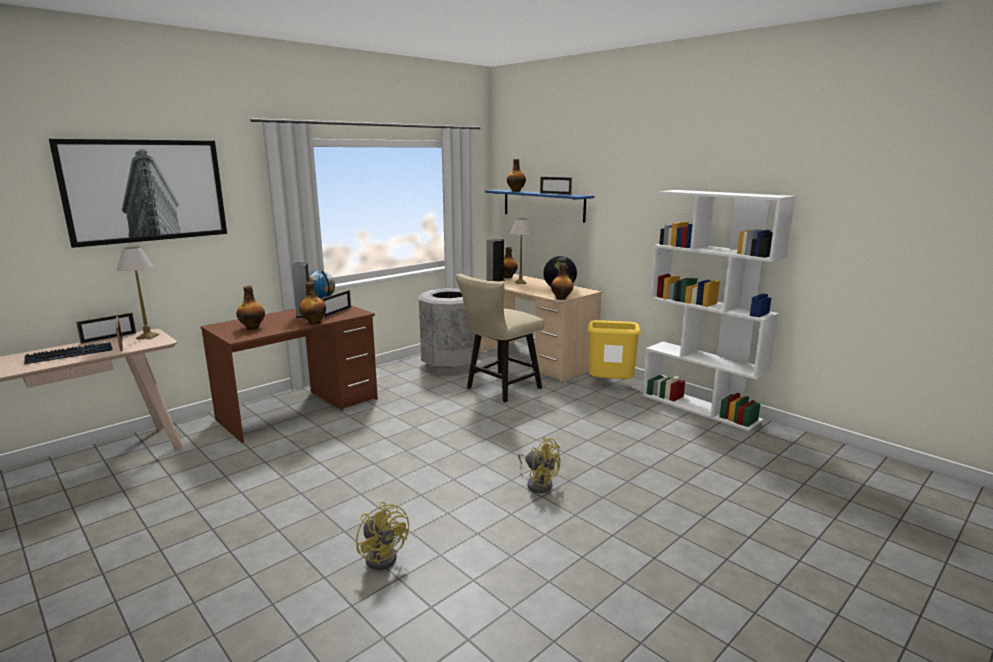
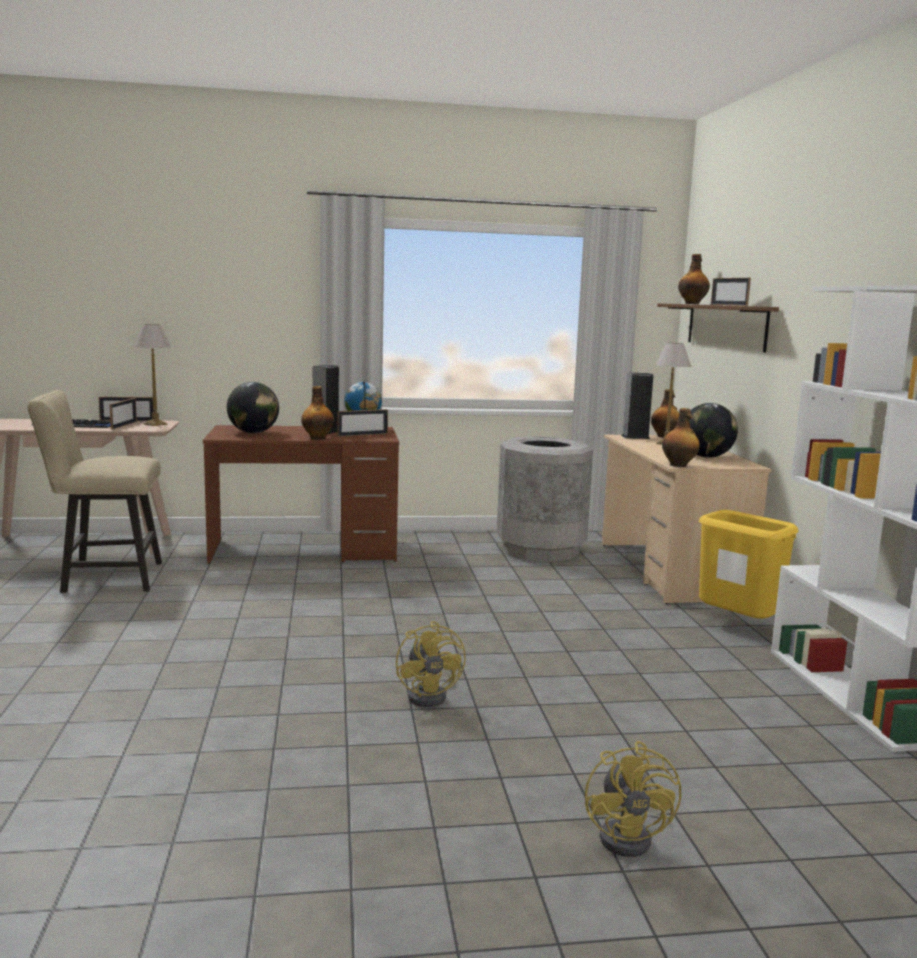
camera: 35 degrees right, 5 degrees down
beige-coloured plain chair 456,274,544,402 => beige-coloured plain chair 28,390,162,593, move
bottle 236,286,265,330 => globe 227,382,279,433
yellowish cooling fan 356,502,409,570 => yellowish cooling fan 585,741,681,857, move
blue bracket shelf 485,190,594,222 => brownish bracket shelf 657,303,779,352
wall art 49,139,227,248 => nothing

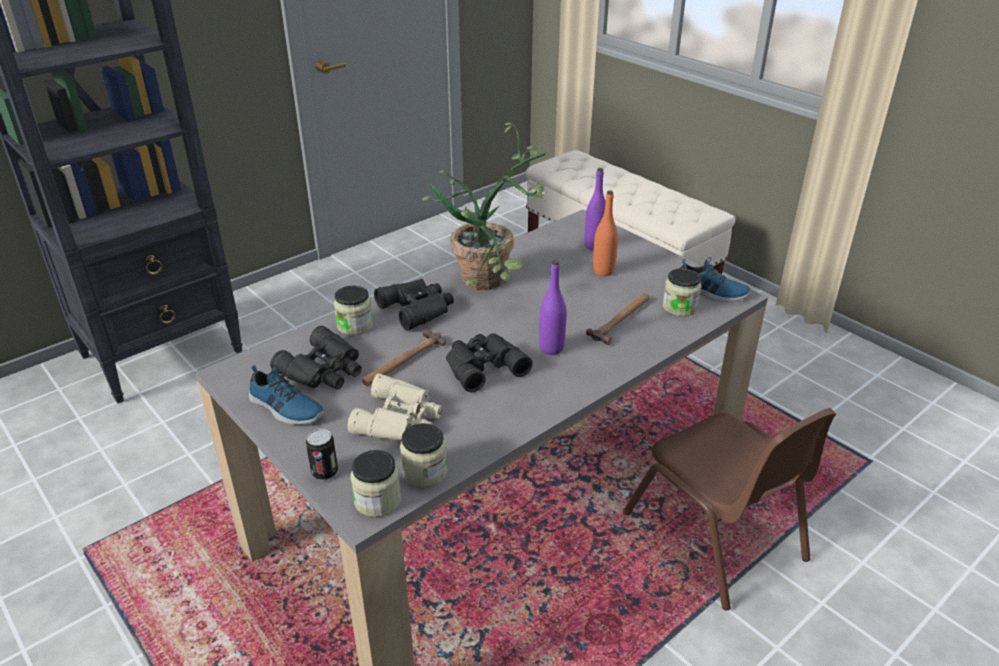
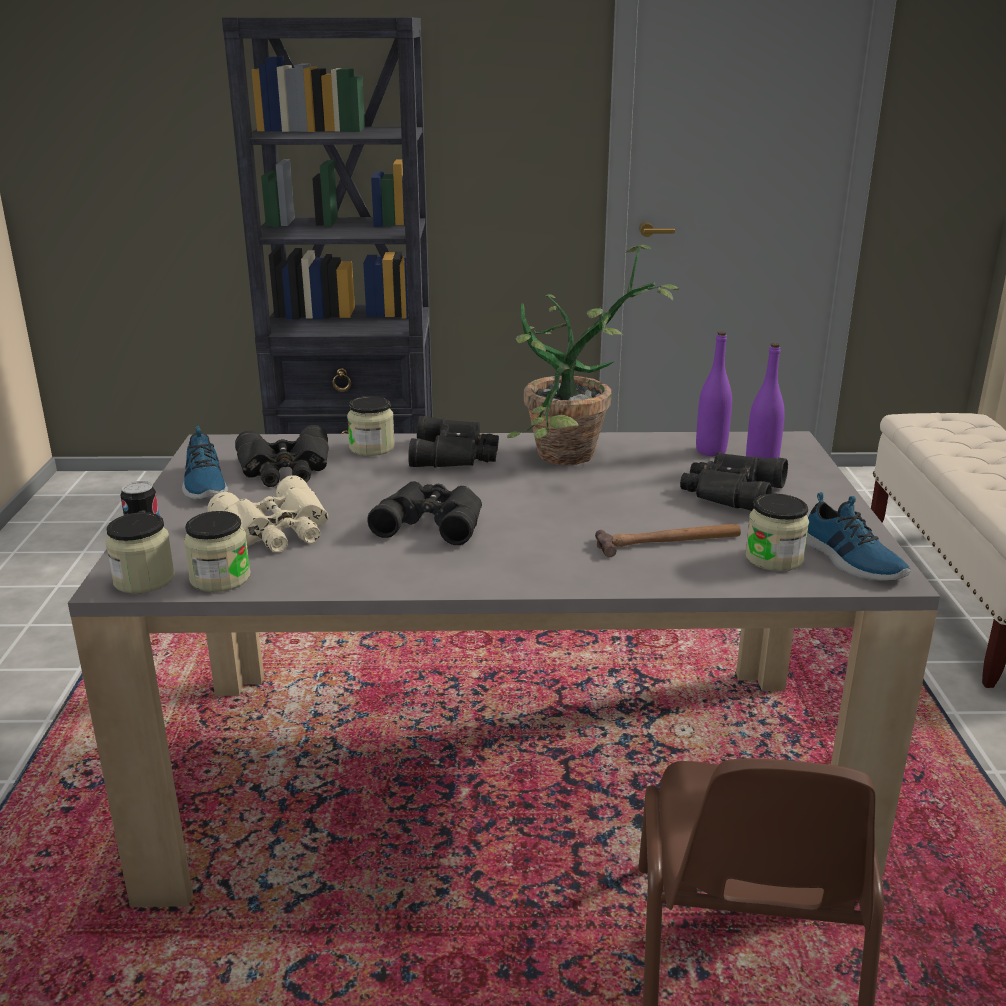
camera: 40 degrees right, 10 degrees down
orangey bottle 593,191,618,276 => blackish binoculars 680,452,788,511
purplish bottle 539,260,567,355 => purplish bottle 696,331,732,456, move
hand hammer 362,329,446,386 => nothing

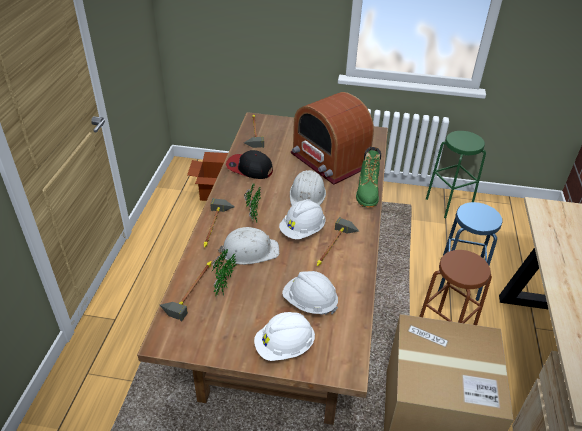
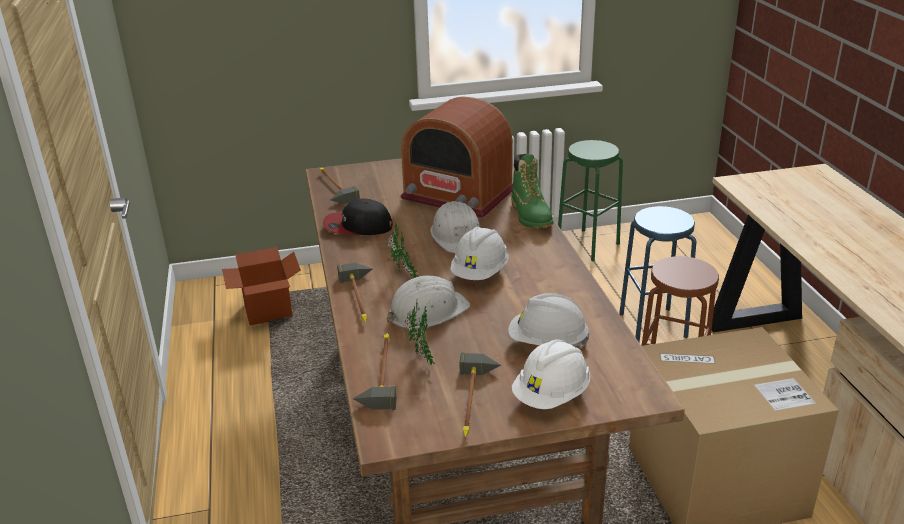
camera: 20 degrees left, 10 degrees down
hand hammer 317,217,359,266 => hand hammer 459,352,501,437, move

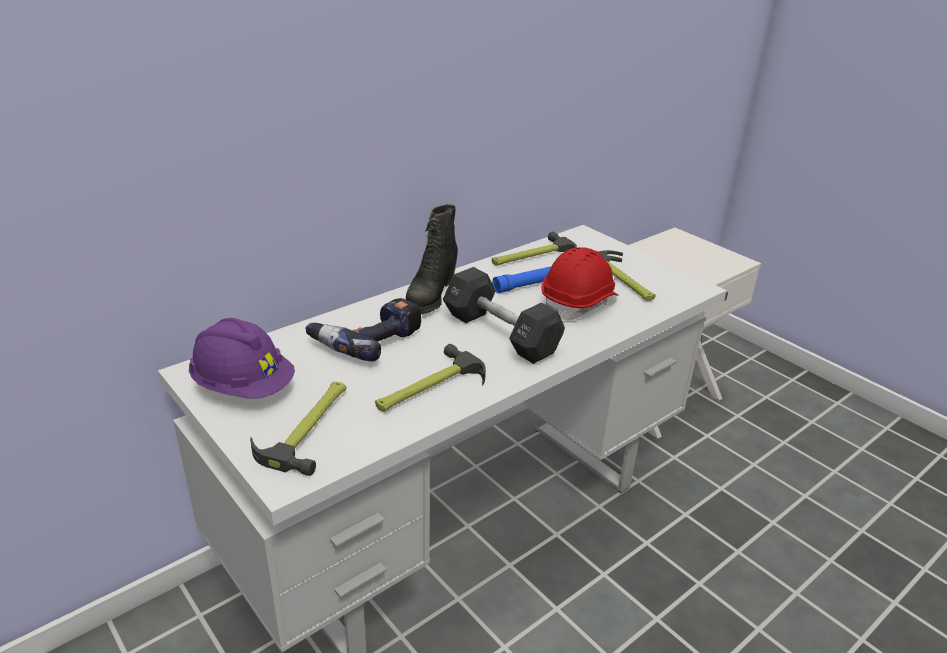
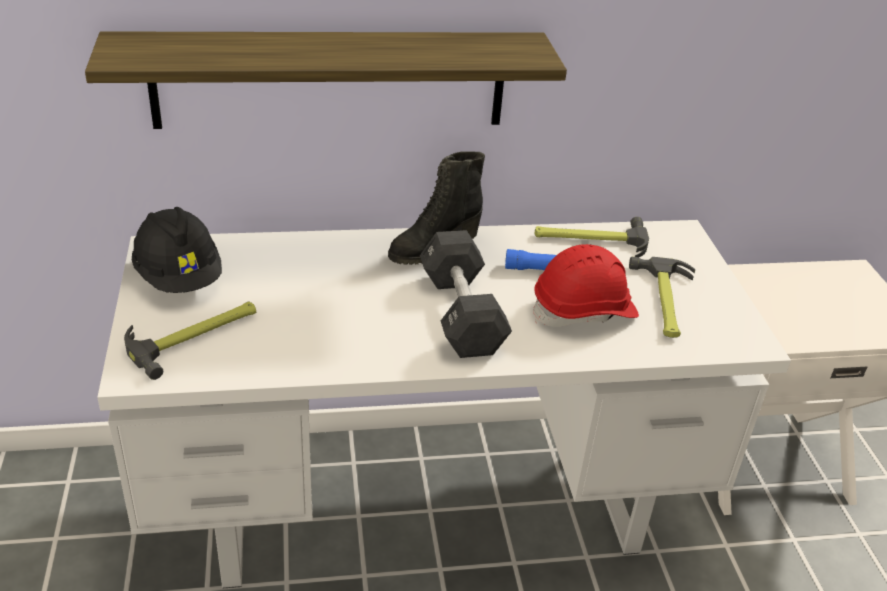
camera: 30 degrees right, 5 degrees up
nothing => bracket shelf 85,31,567,129
purplish work helmet 189,318,295,399 => blackish work helmet 132,207,222,293
power drill 305,298,421,362 => nothing
hand hammer 375,344,486,412 => nothing

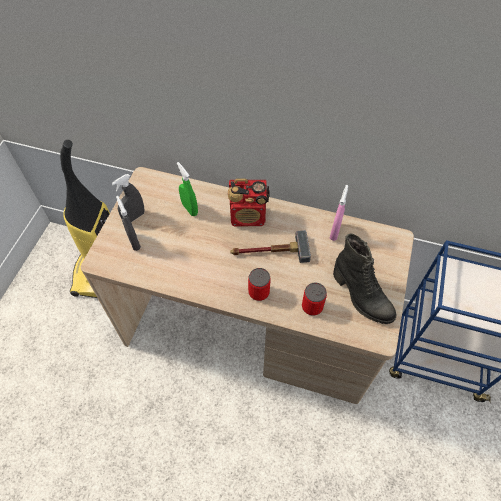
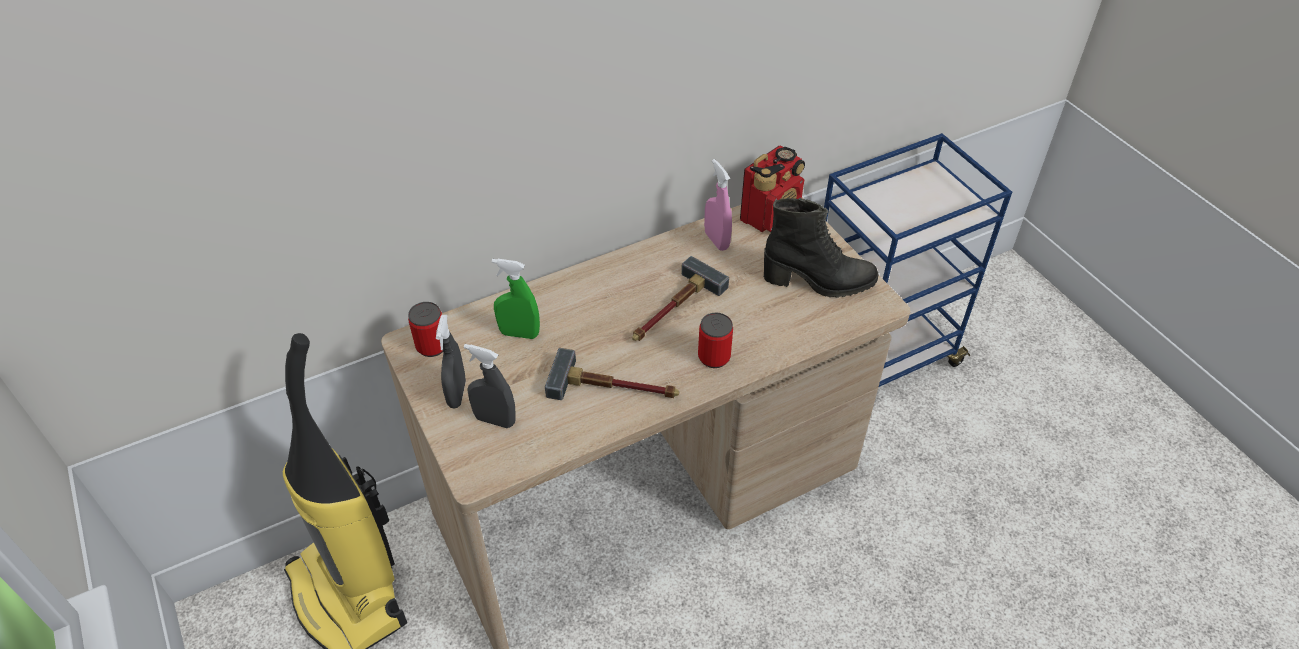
camera: 45 degrees left, 10 degrees down
sealed can 302,283,327,316 => sealed can 408,302,443,357, move
nothing => hand hammer 545,348,679,400
radio set 228,178,269,226 => radio set 740,145,805,232, move

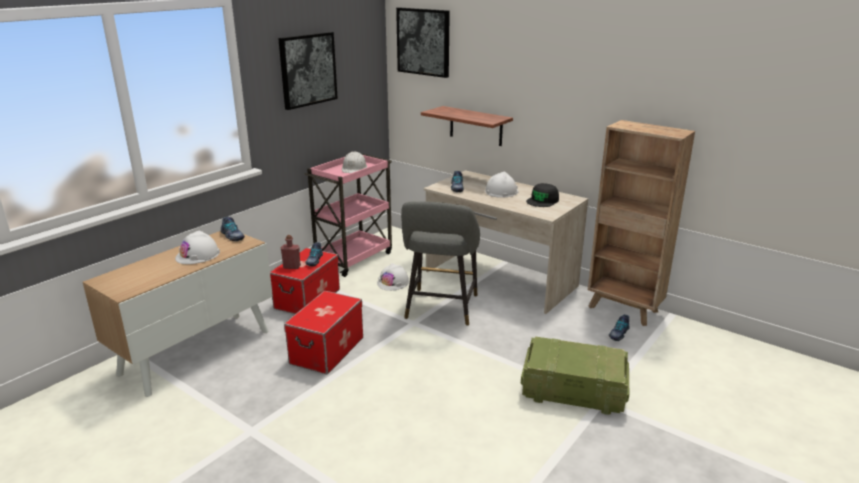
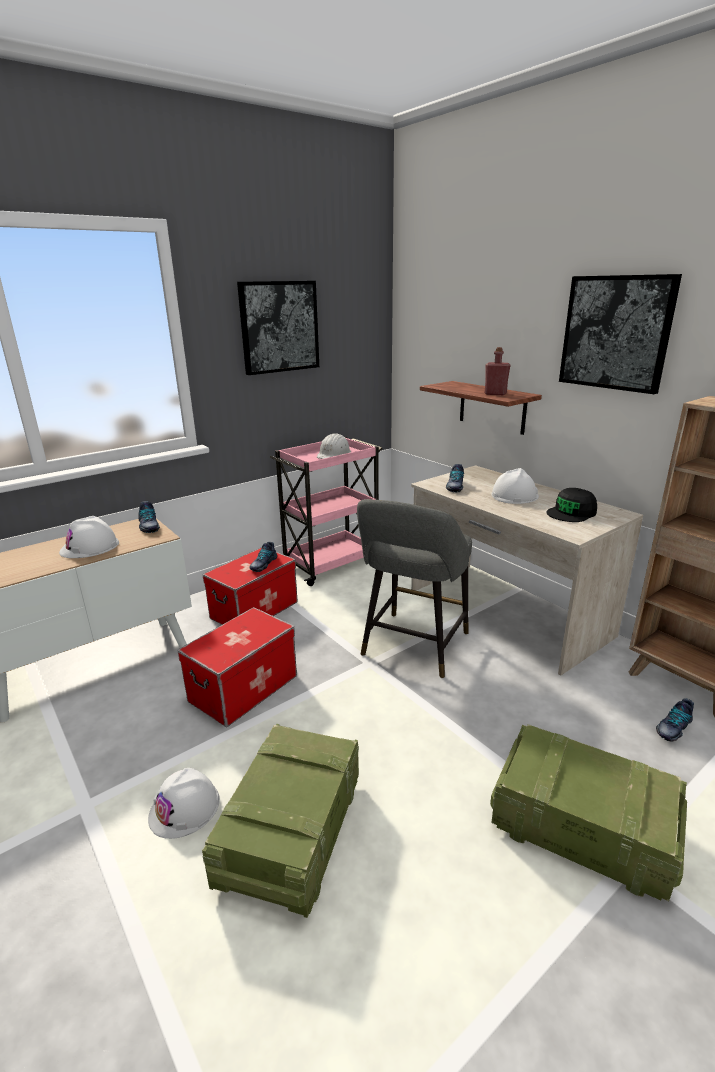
camera: 15 degrees right, 0 degrees up
white-coloured work helmet 377,263,409,291 => white-coloured work helmet 148,768,220,839, move
nothing => packing crate 202,724,359,918
red-coloured bottle 281,235,301,269 => red-coloured bottle 485,347,510,395, move
wall art 396,7,450,78 => wall art 559,274,682,394, move

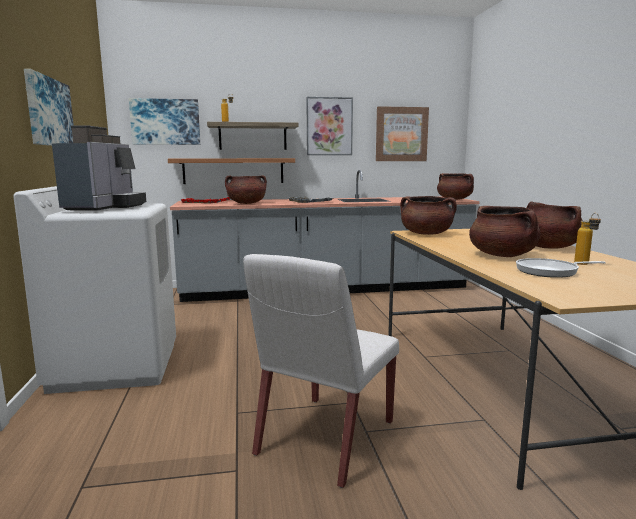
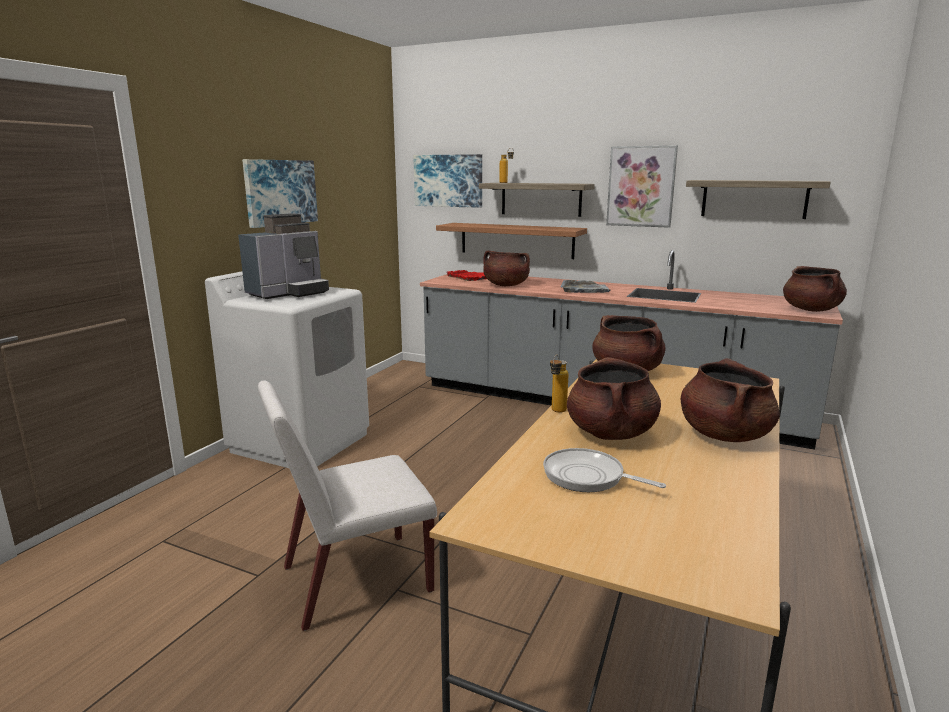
camera: 35 degrees right, 5 degrees up
bottle 574,213,601,265 => bottle 550,354,569,413, move
wall art 376,106,429,161 => bracket shelf 686,180,831,219

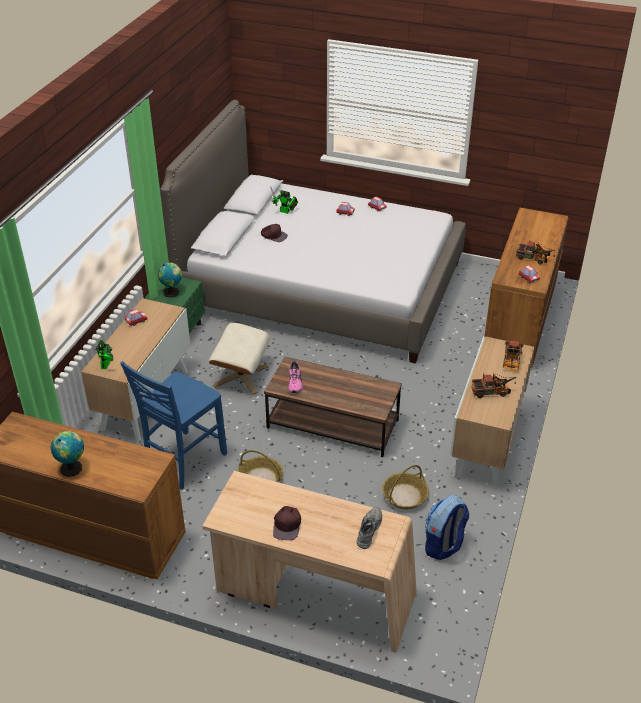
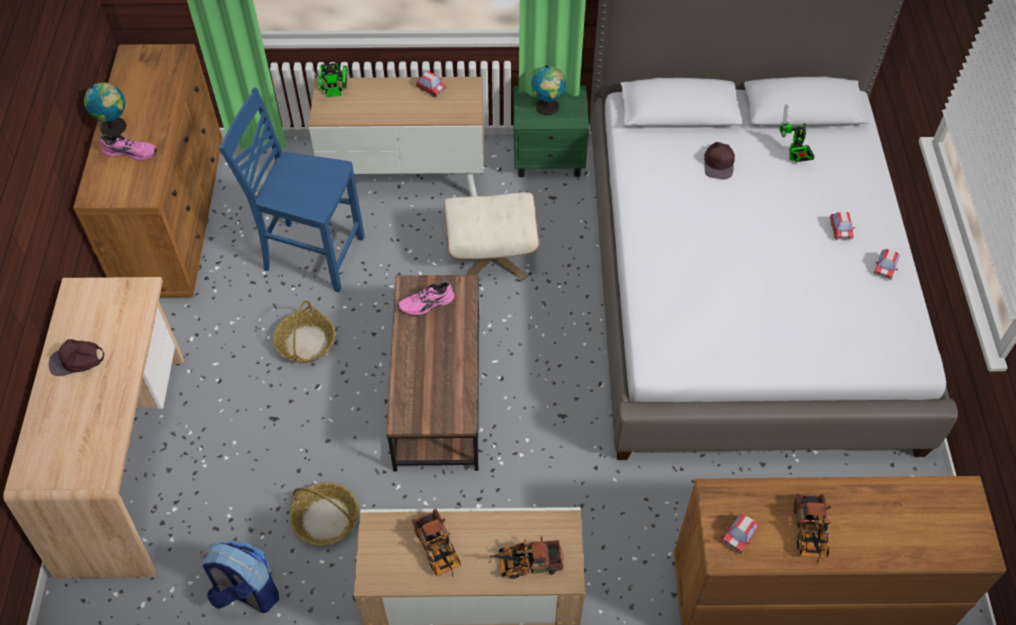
camera: 70 degrees right, 15 degrees up
nothing => pink-coloured item of footwear 100,134,157,161
greyish item of footwear 357,507,382,549 => nothing

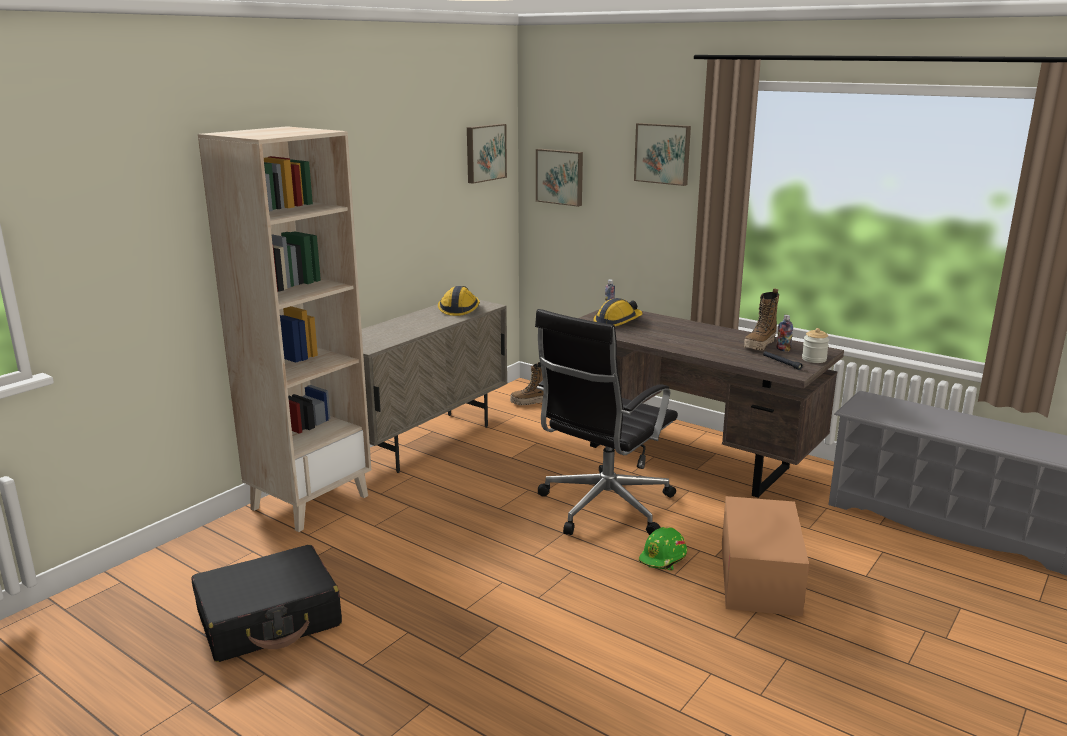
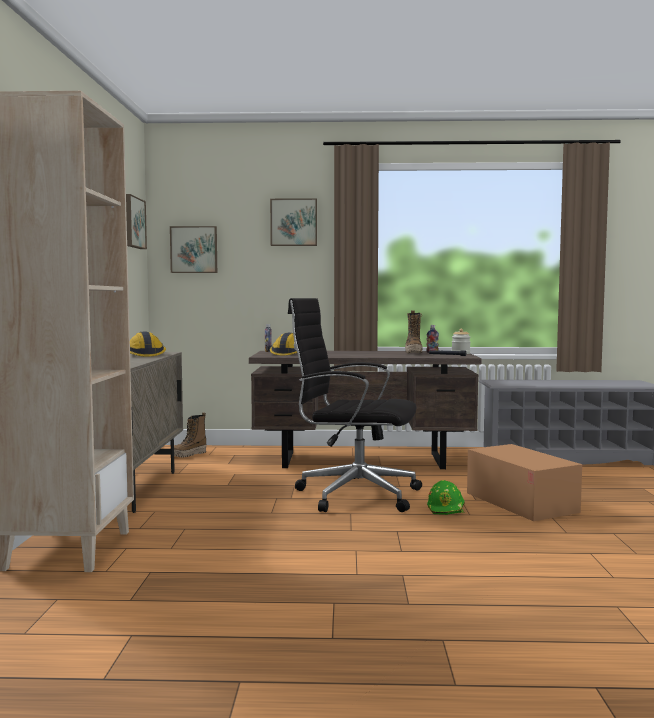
camera: 35 degrees left, 15 degrees down
blackish desk chair 535,309,678,535 => blackish desk chair 288,298,422,512, 105 degrees clockwise
blackish suitcase 191,545,342,662 => nothing

